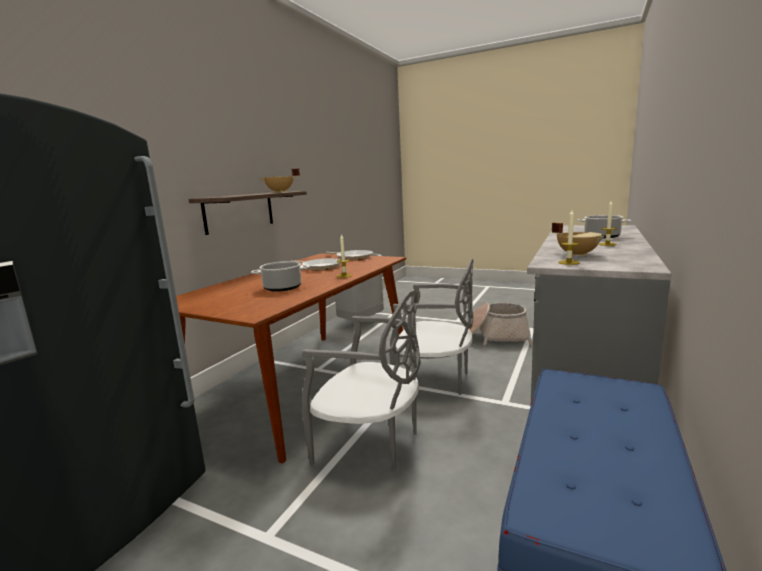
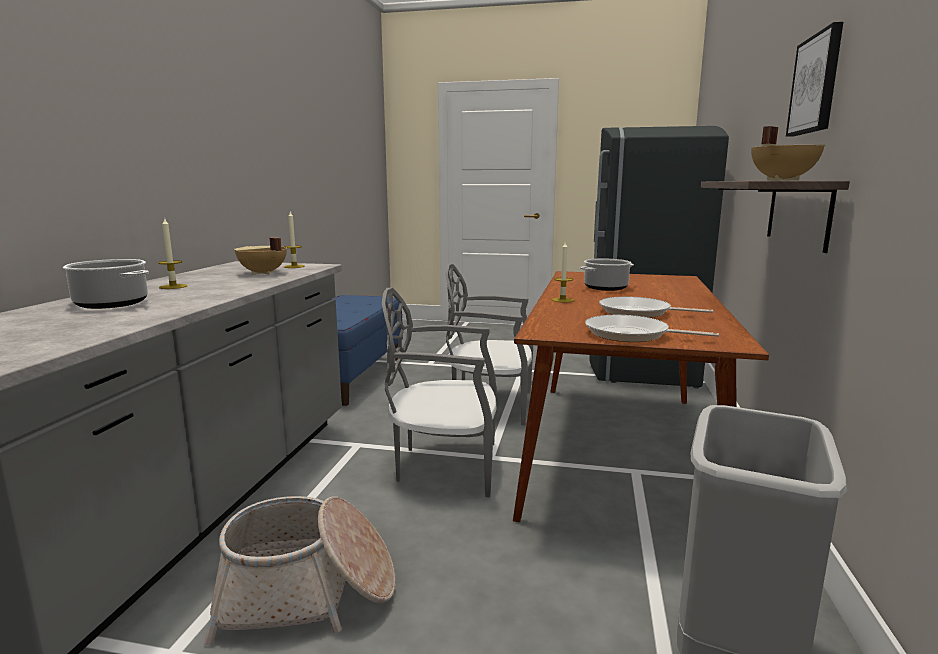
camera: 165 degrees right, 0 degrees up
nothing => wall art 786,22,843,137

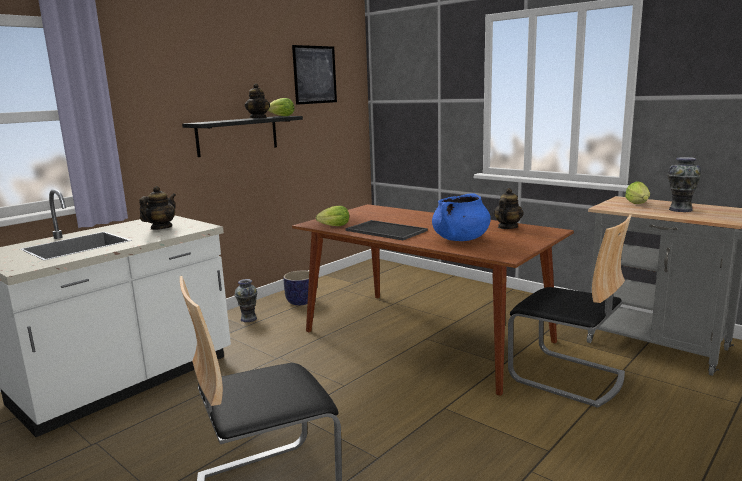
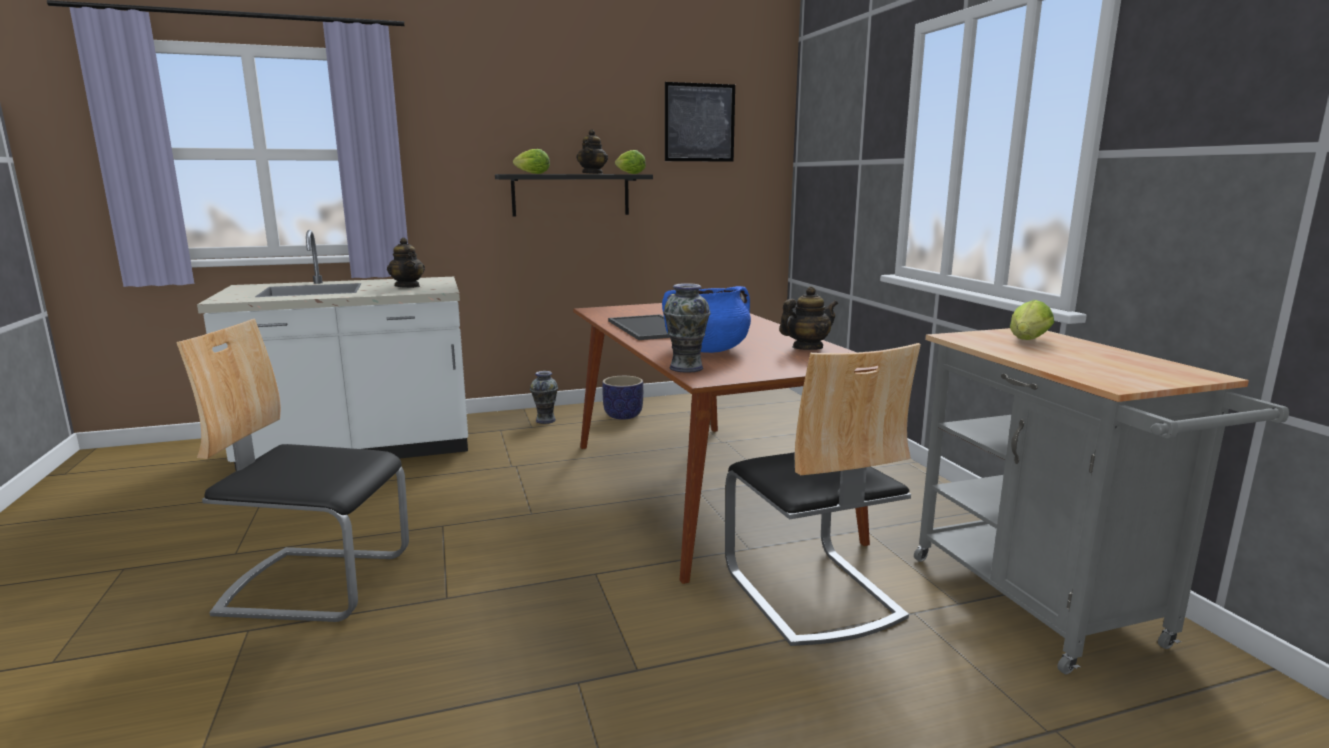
camera: 30 degrees right, 0 degrees up
teapot 139,186,176,230 => teapot 387,238,425,288, 90 degrees clockwise
lettuce 316,206,349,226 => lettuce 513,149,550,174, move
decorative vase 667,157,701,212 => decorative vase 663,283,710,373, move

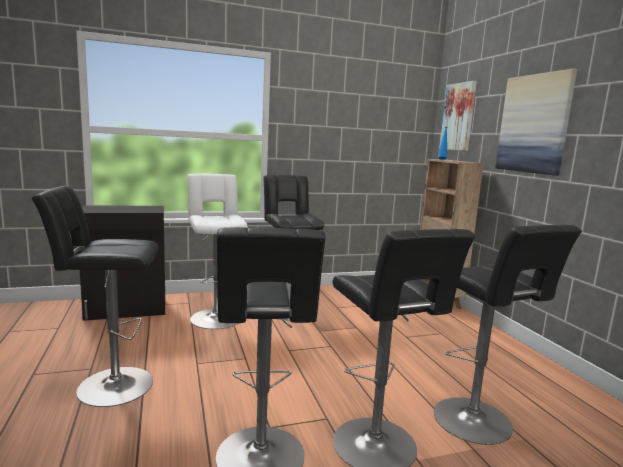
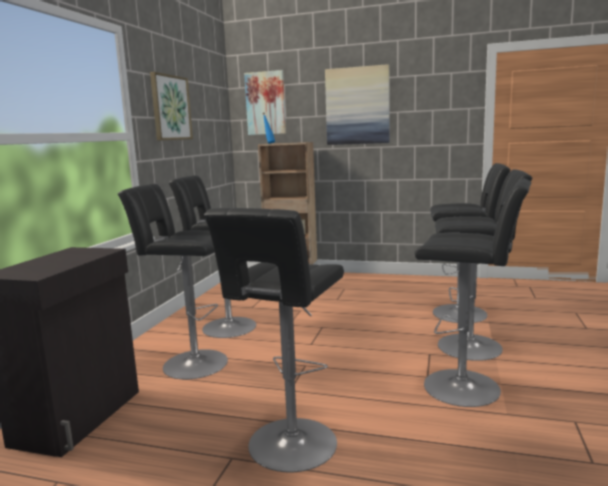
camera: 55 degrees left, 0 degrees up
white-coloured stool seat 187,174,248,329 => blackish stool seat 118,184,228,379
nothing => wall art 150,72,193,141

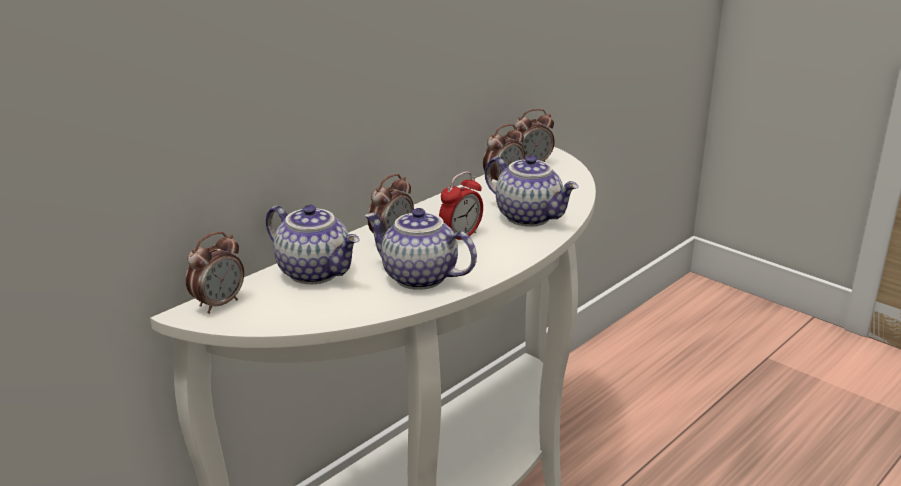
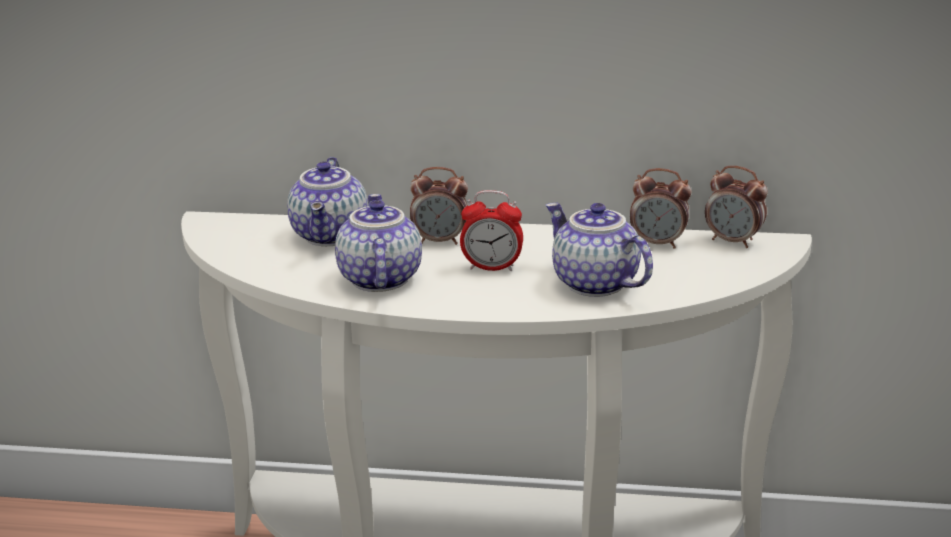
camera: 55 degrees right, 0 degrees up
teapot 485,155,578,227 => teapot 546,202,653,297, 135 degrees clockwise
bedside clock 186,231,244,314 => nothing

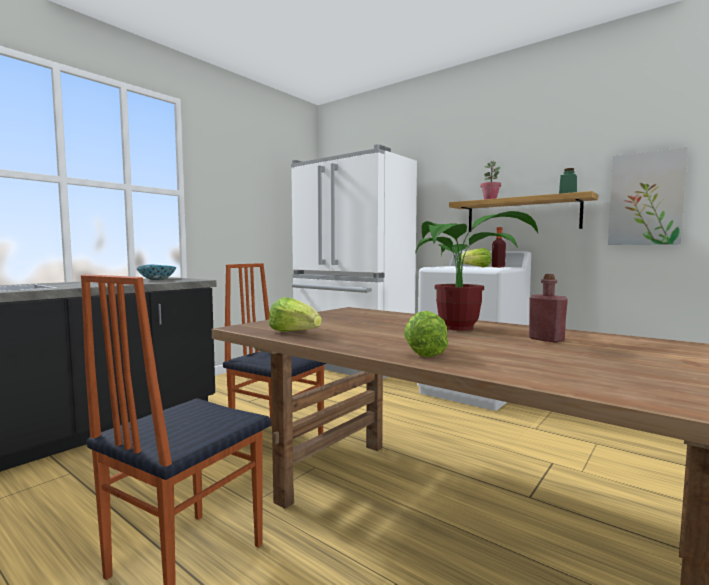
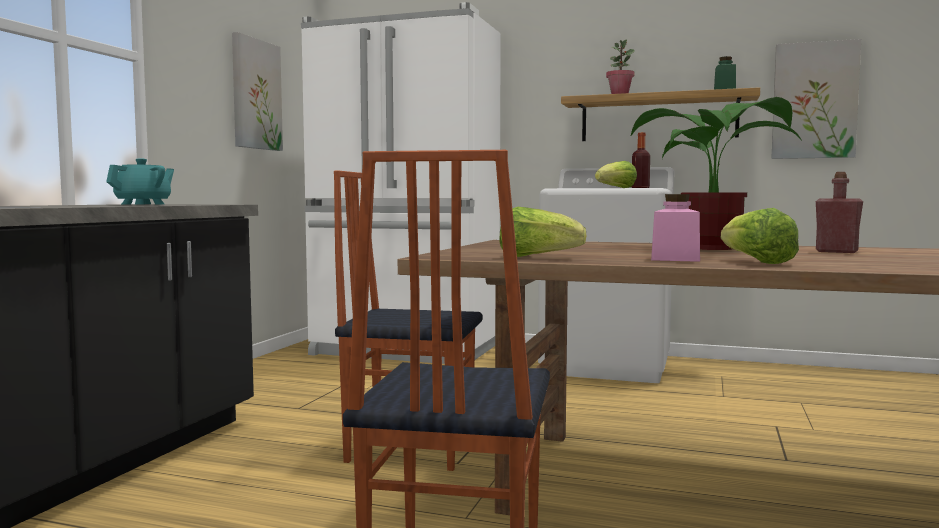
camera: 20 degrees left, 0 degrees up
deep dish 136,265,176,280 => turquoise-coloured teapot 106,159,174,205
nothing => wall art 232,32,283,151
nothing => pink-coloured storage jar 651,194,700,262

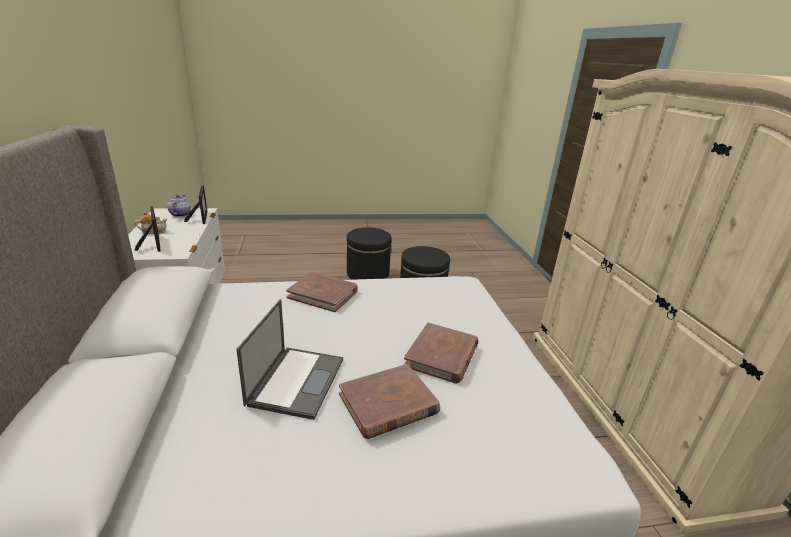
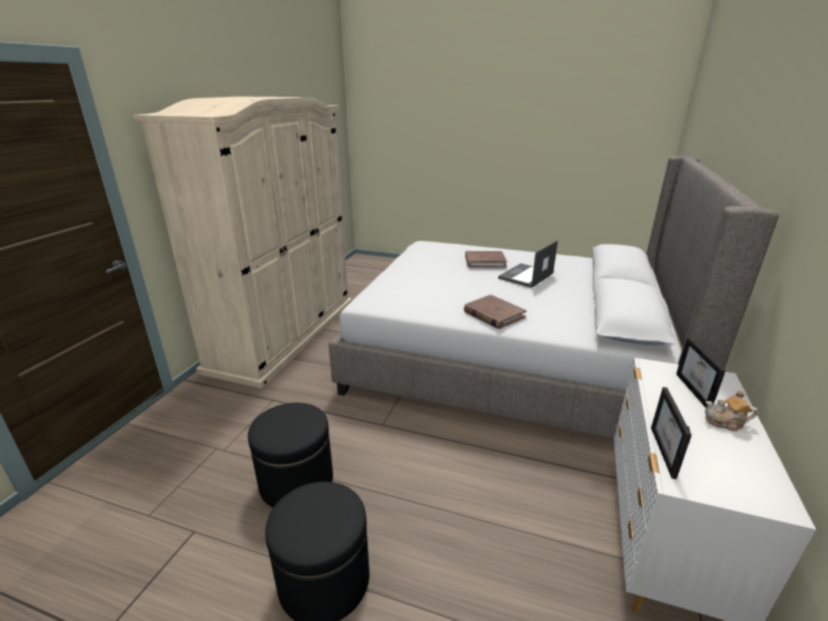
camera: 150 degrees left, 0 degrees up
teapot 167,195,191,217 => nothing
brownish bound book 404,323,479,383 => nothing

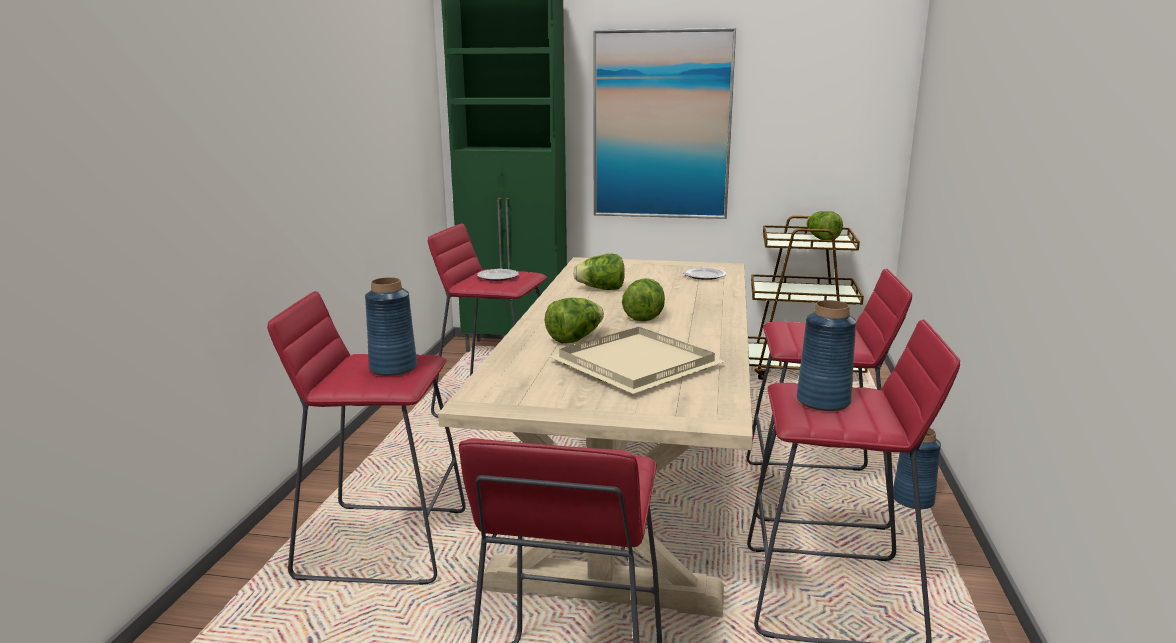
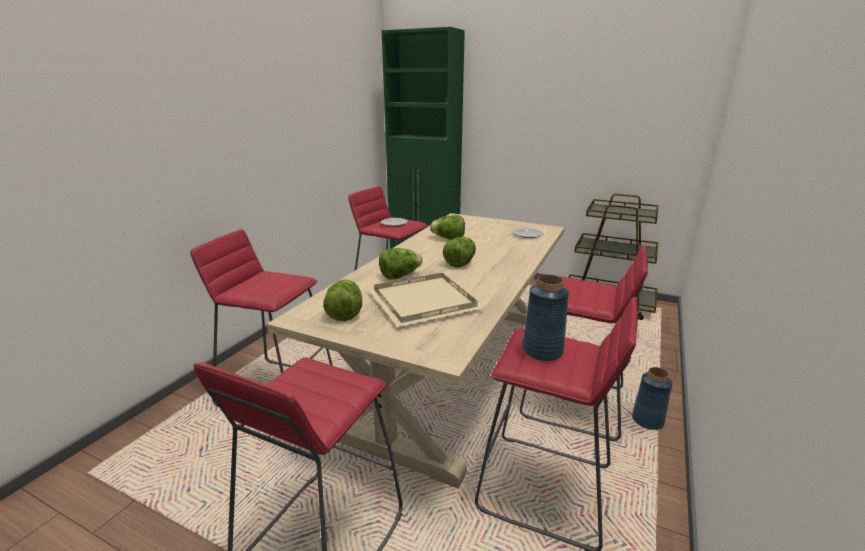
camera: 15 degrees right, 5 degrees up
lettuce 806,211,843,240 => lettuce 323,280,362,321, move
blue decorative vase 365,277,417,376 => nothing
wall art 593,28,736,219 => nothing

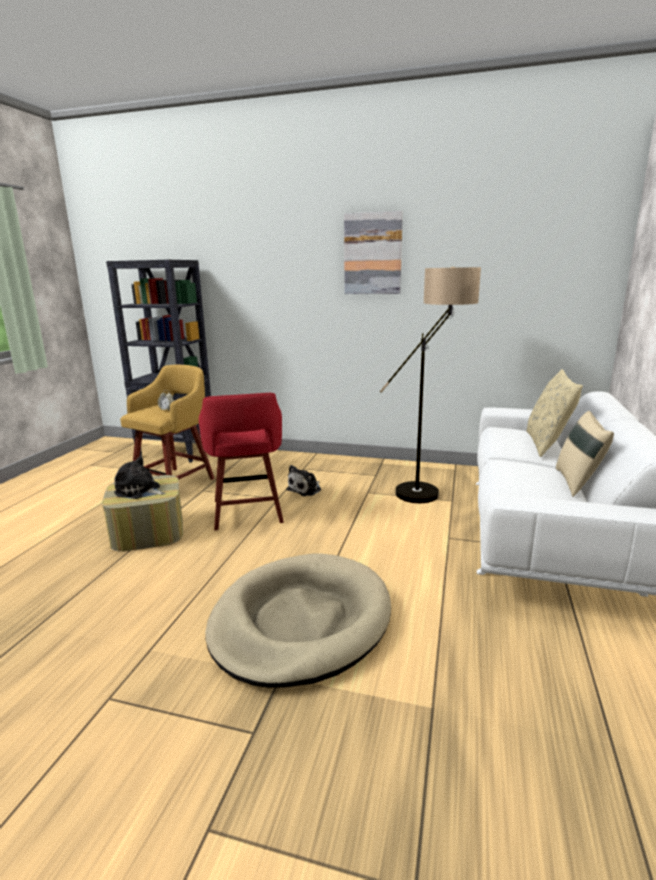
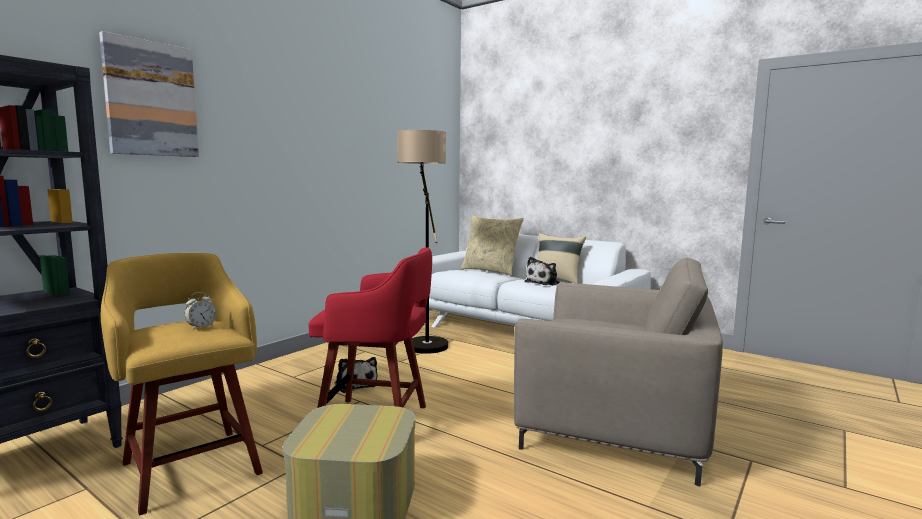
camera: 70 degrees left, 10 degrees down
wall art 344,211,403,294 => wall art 99,31,199,157, move
beige-coloured dog bed 205,553,391,688 => beige-coloured armchair 514,258,723,486
plush toy 114,456,165,499 => plush toy 524,257,560,286, move

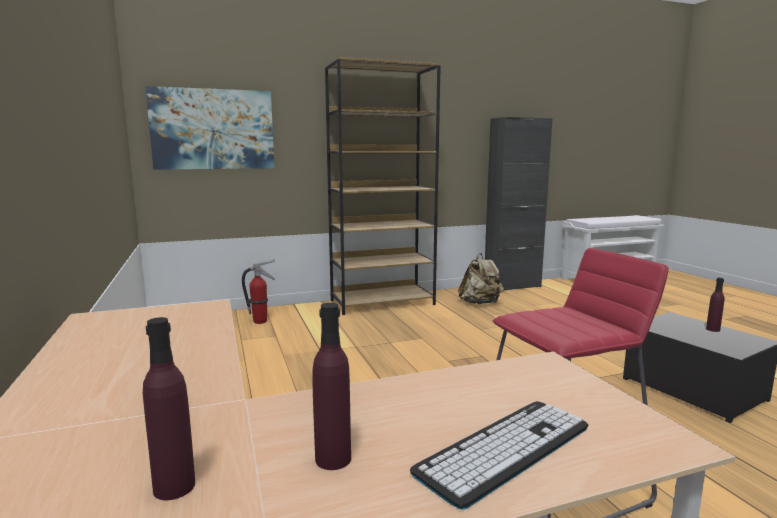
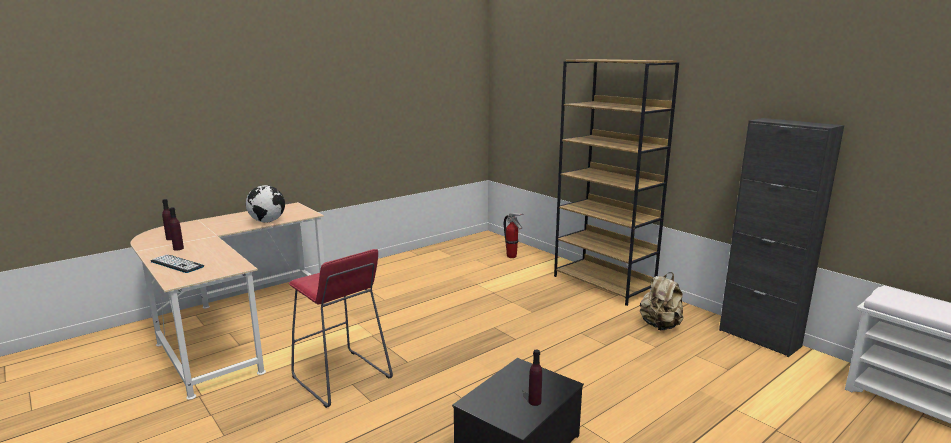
camera: 70 degrees right, 5 degrees up
nothing => globe 246,185,285,223
wall art 145,86,274,170 => nothing

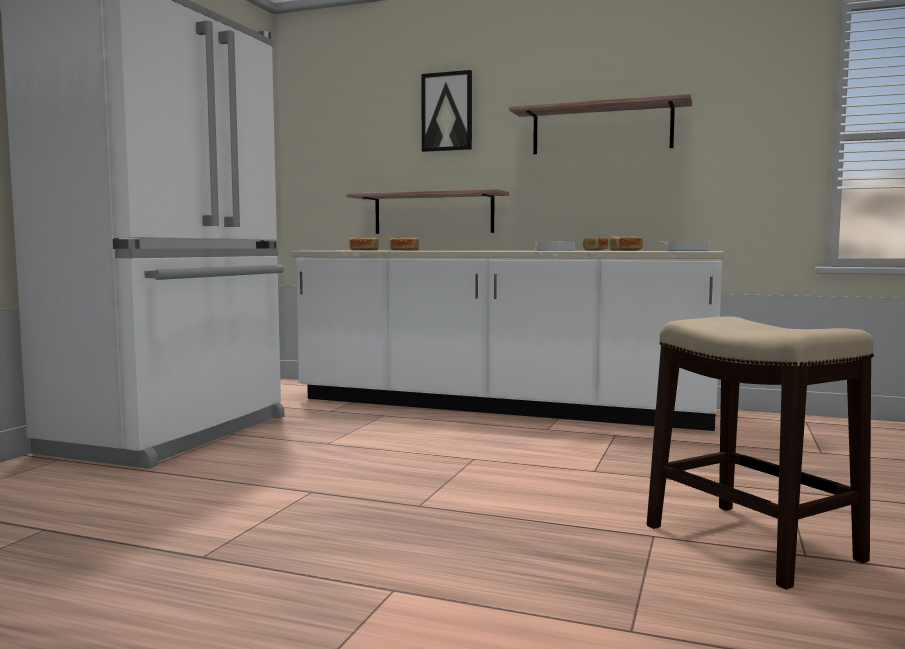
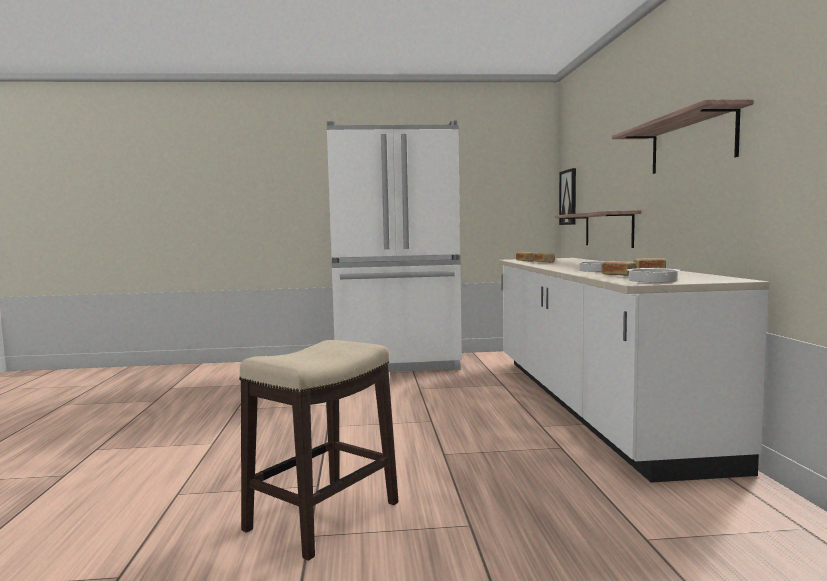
camera: 65 degrees right, 0 degrees up
wall art 421,70,472,152 => wall art 559,168,576,225, move

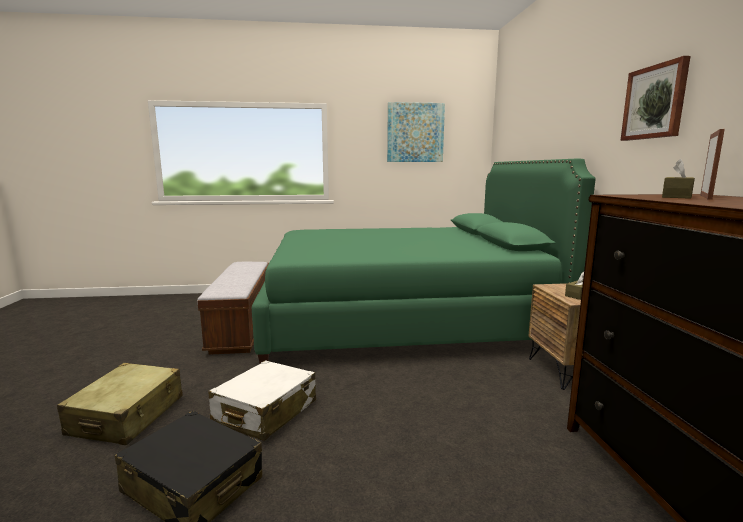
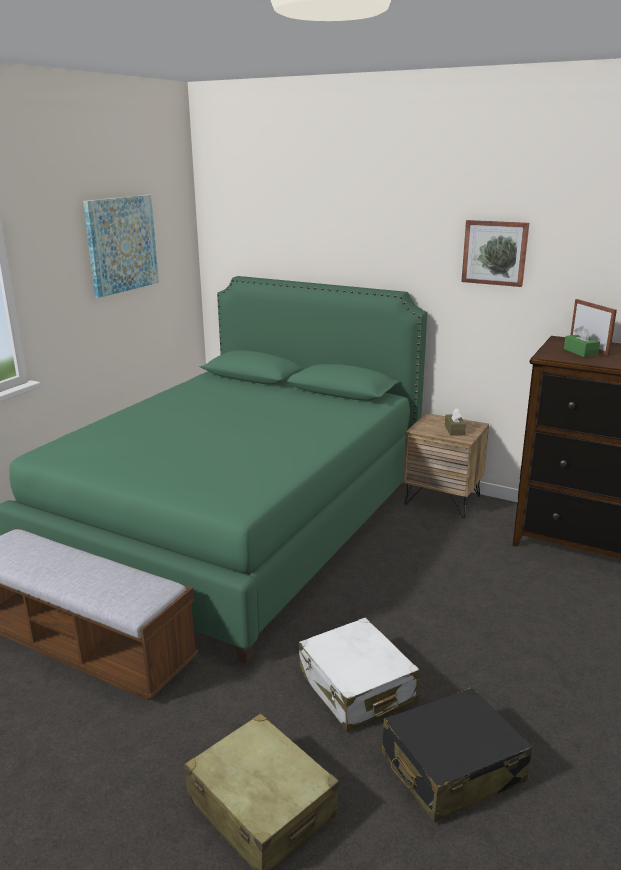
camera: 55 degrees left, 10 degrees up
brownish tissue holder 662,159,695,199 => green-coloured tissue holder 564,326,600,357

